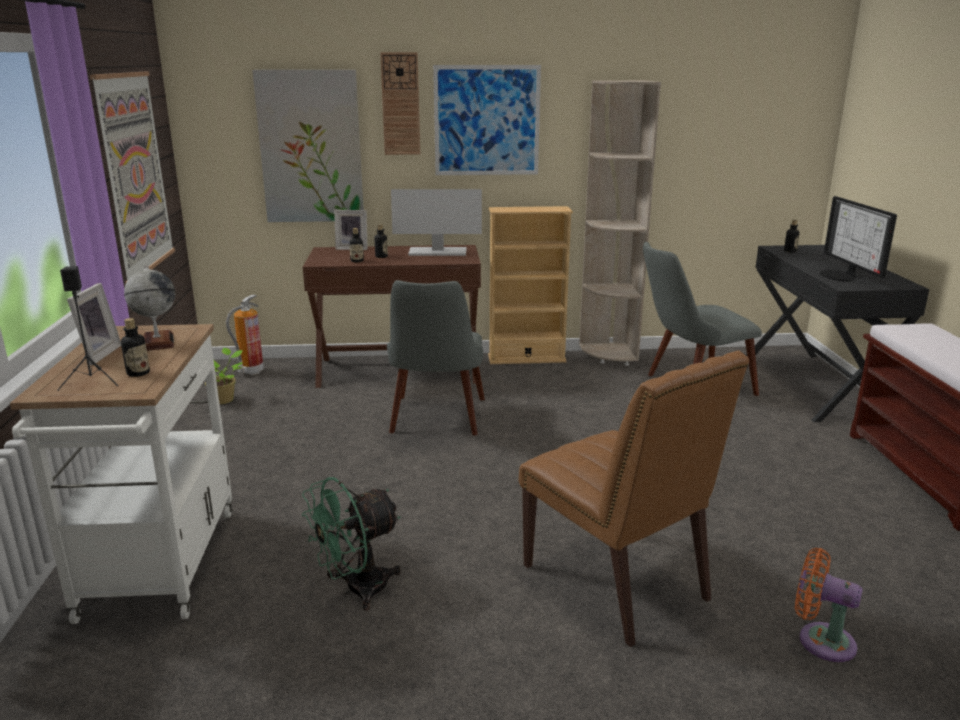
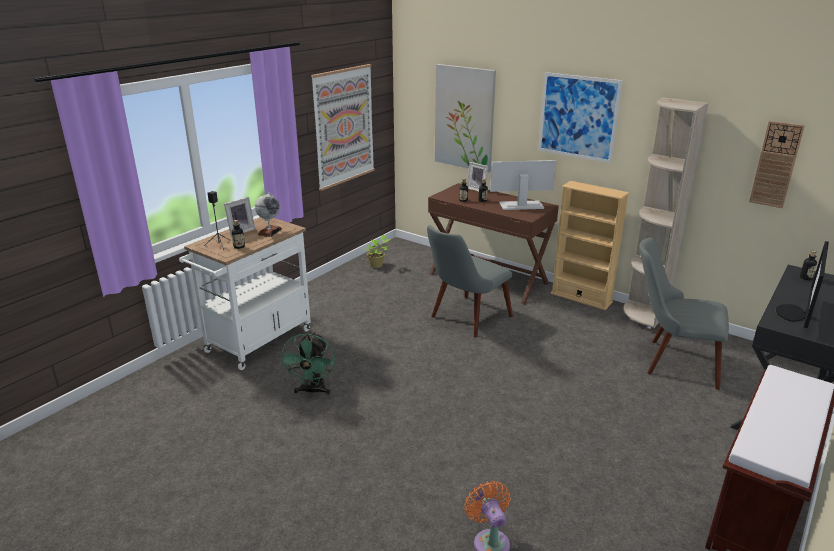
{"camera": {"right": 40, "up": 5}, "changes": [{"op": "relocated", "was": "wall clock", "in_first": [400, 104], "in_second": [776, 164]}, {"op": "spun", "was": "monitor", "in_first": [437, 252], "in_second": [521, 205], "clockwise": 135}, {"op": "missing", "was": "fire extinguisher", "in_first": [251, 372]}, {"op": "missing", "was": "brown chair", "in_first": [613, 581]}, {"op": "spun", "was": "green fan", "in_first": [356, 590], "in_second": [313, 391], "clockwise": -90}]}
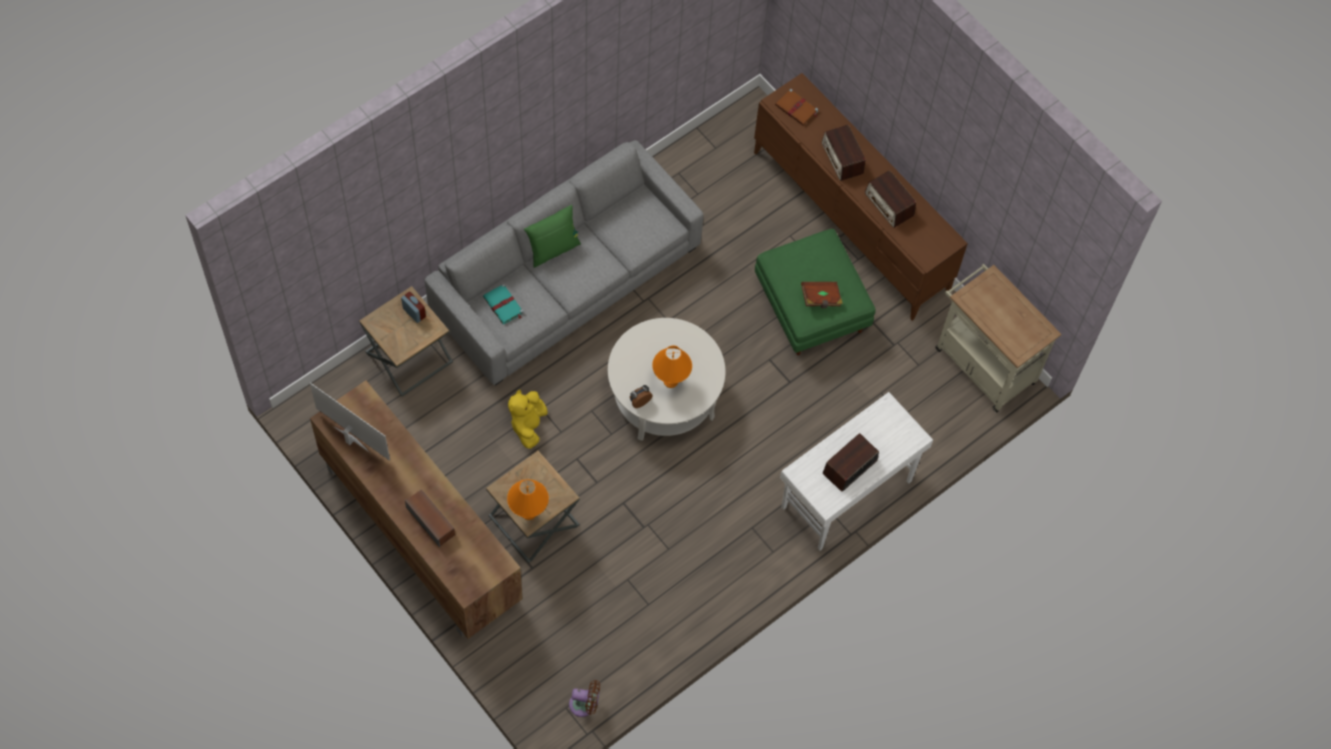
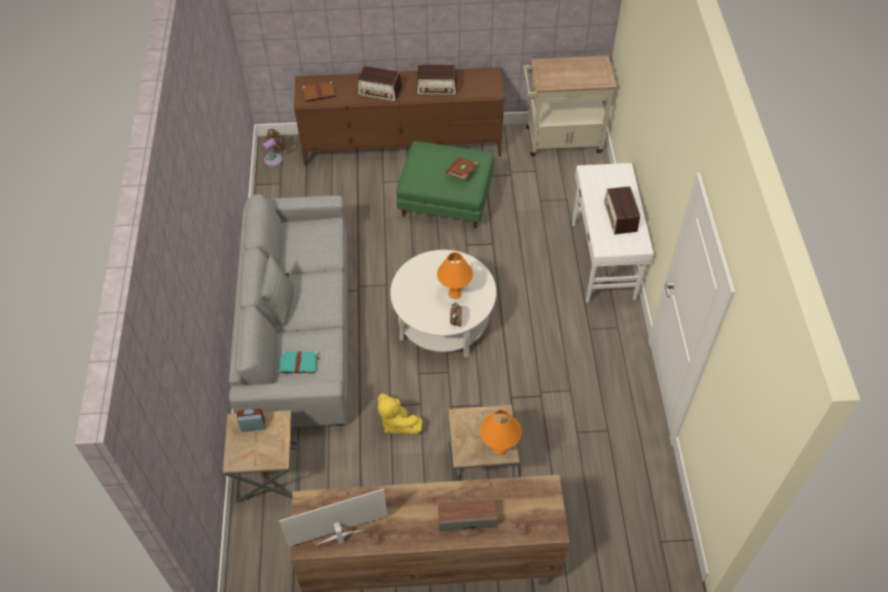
{"camera": {"right": -50, "up": -10}, "changes": [{"op": "colour", "was": "green pillow", "now": "grey pillow", "in_first": [553, 249], "in_second": [281, 305]}, {"op": "relocated", "was": "brown fan", "in_first": [584, 705], "in_second": [275, 158]}]}
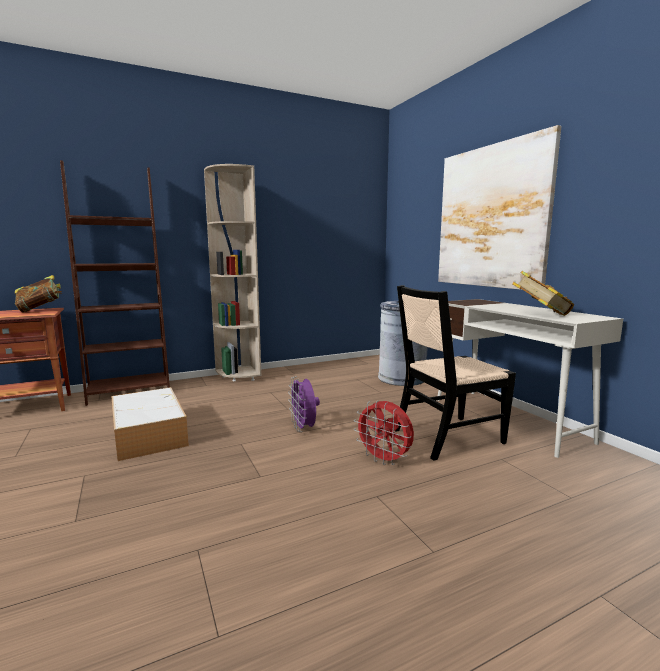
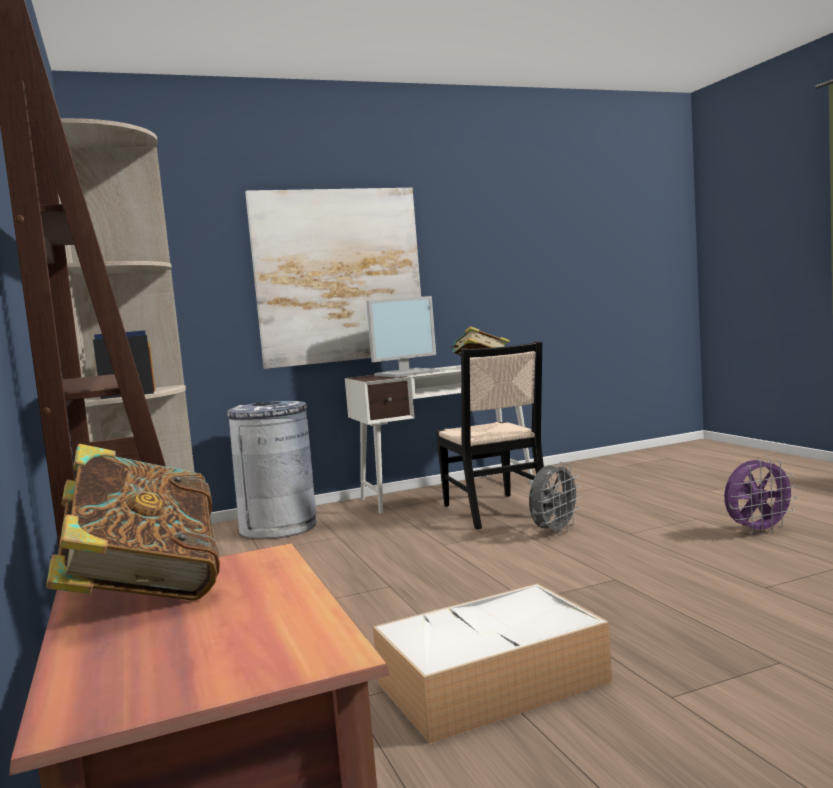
{"camera": {"right": -85, "up": -5}, "changes": [{"op": "relocated", "was": "purple fan", "in_first": [304, 428], "in_second": [758, 531]}, {"op": "colour", "was": "red fan", "now": "grey fan", "in_first": [384, 460], "in_second": [555, 532]}, {"op": "appeared", "now": "monitor", "in_second": [407, 373]}]}
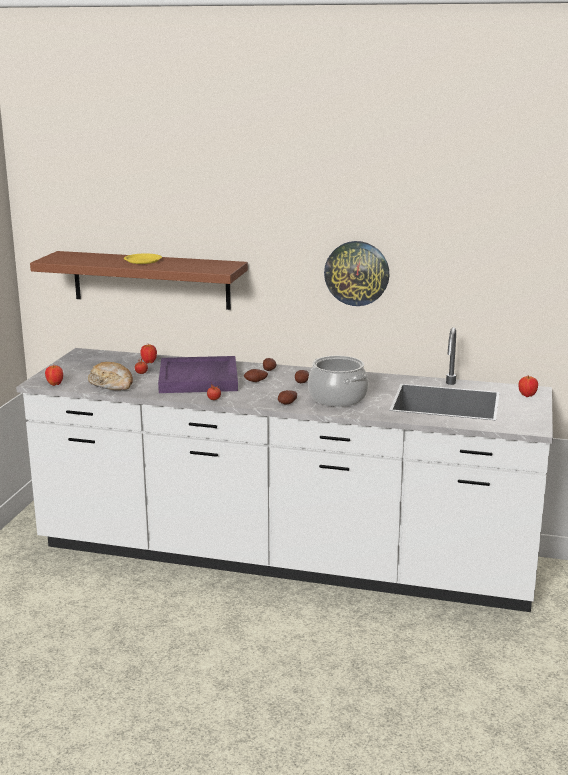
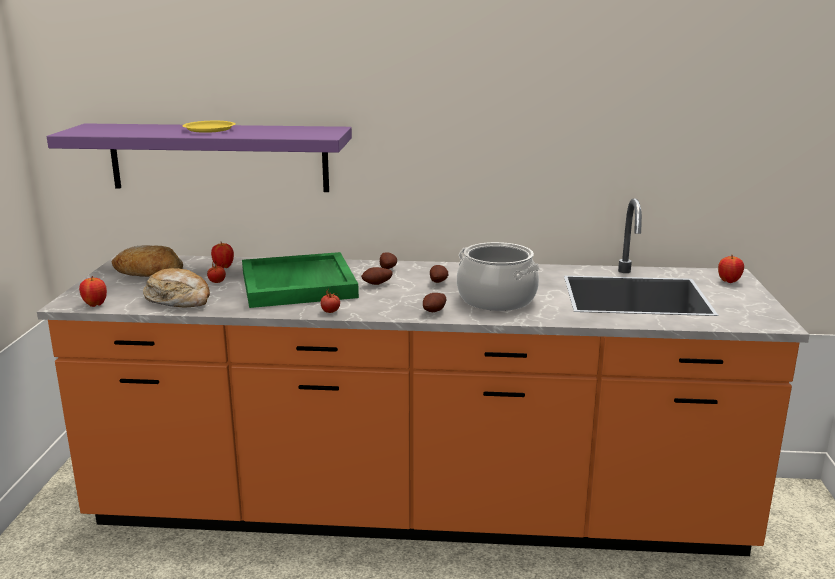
{"camera": {"right": -10, "up": 0}, "changes": [{"op": "missing", "was": "wall clock", "in_first": [357, 273]}, {"op": "colour", "was": "brown shelf", "now": "purple shelf", "in_first": [151, 280], "in_second": [219, 157]}, {"op": "colour", "was": "white counter", "now": "orange counter", "in_first": [284, 559], "in_second": [417, 511]}, {"op": "colour", "was": "purple tray", "now": "green tray", "in_first": [199, 379], "in_second": [299, 285]}, {"op": "appeared", "now": "bread", "in_second": [148, 273]}]}
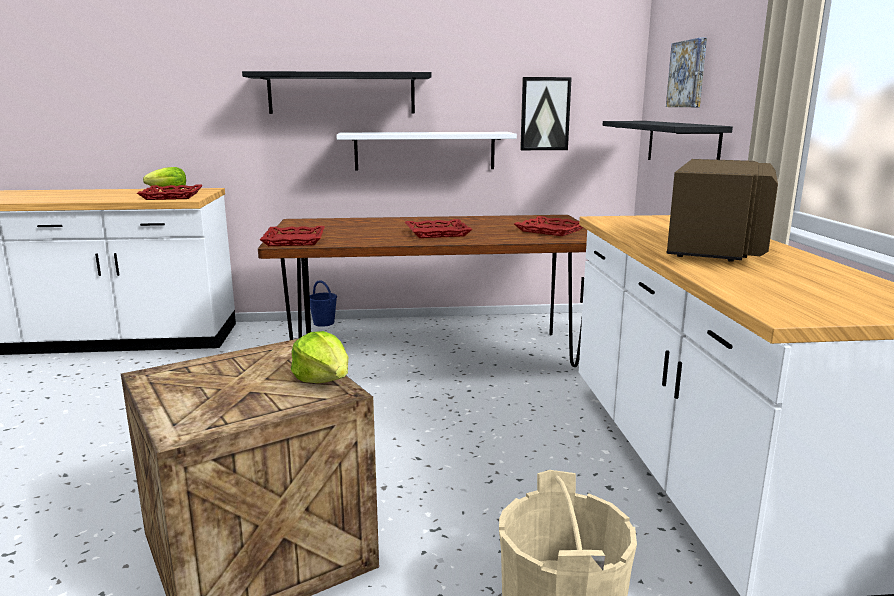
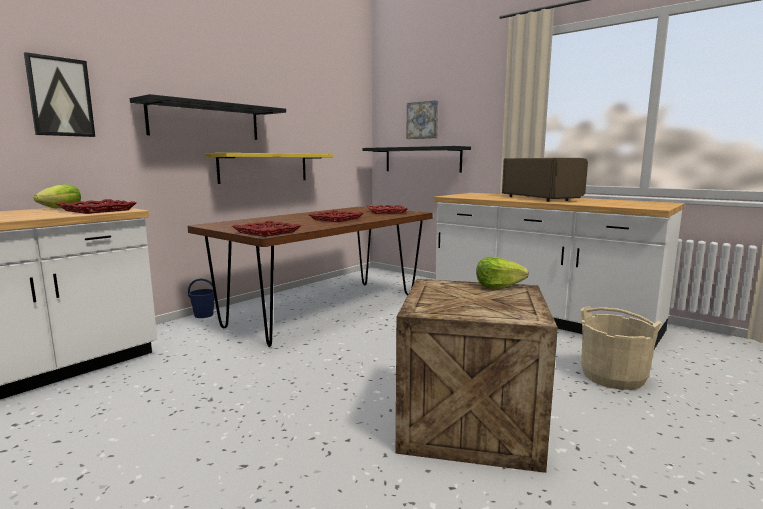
{"camera": {"right": -45, "up": -5}, "changes": [{"op": "relocated", "was": "picture", "in_first": [545, 114], "in_second": [60, 97]}, {"op": "colour", "was": "white shelf", "now": "yellow shelf", "in_first": [425, 151], "in_second": [264, 167]}]}
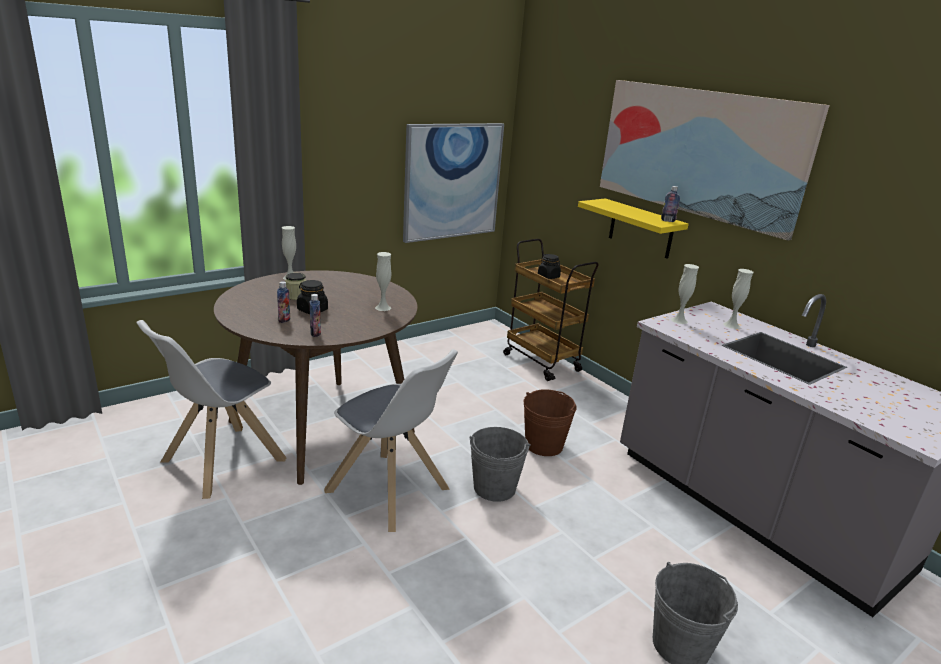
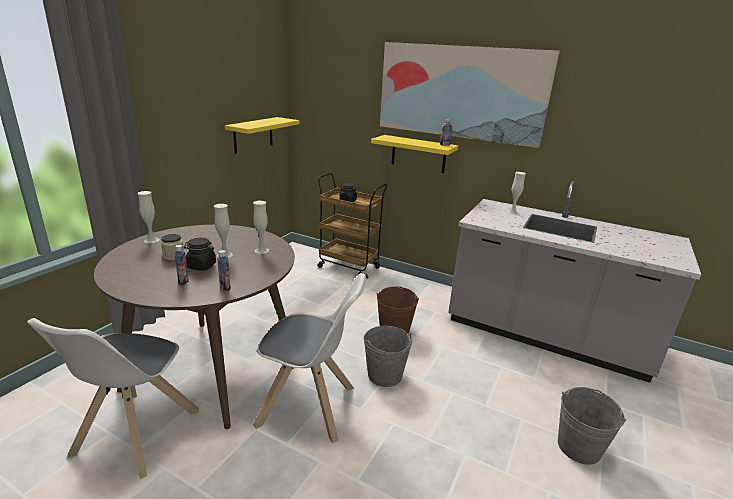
{"camera": {"right": -25, "up": 0}, "changes": [{"op": "exchanged", "was": "picture", "now": "yellow shelf", "in_first": [452, 181], "in_second": [253, 135]}, {"op": "relocated", "was": "white vase", "in_first": [679, 320], "in_second": [224, 255]}]}
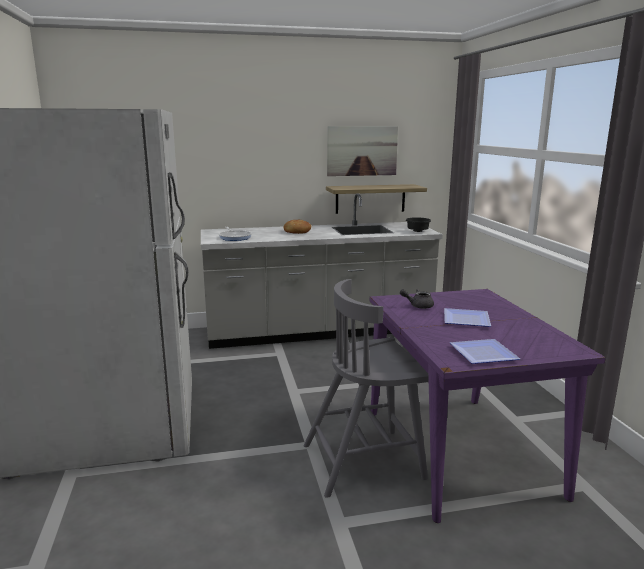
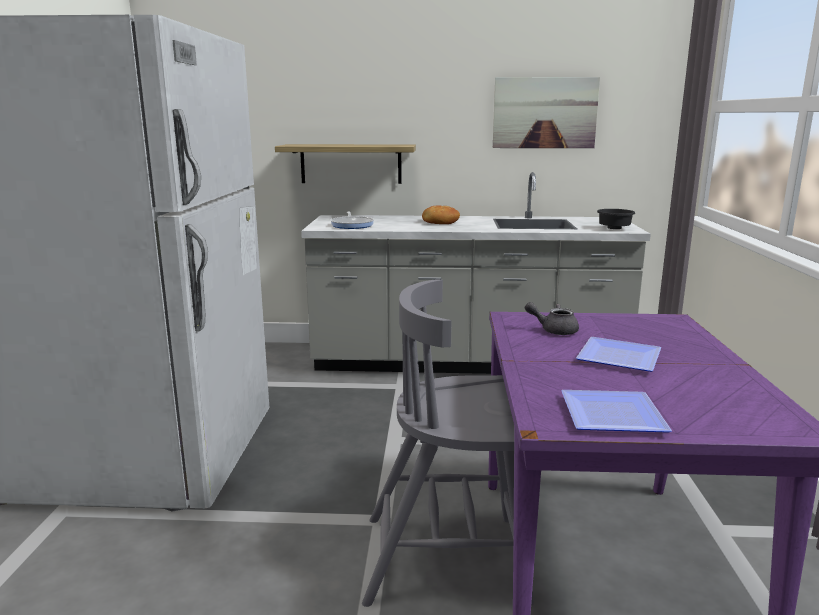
{"camera": {"right": 15, "up": 0}, "changes": [{"op": "relocated", "was": "shelf", "in_first": [370, 198], "in_second": [351, 164]}]}
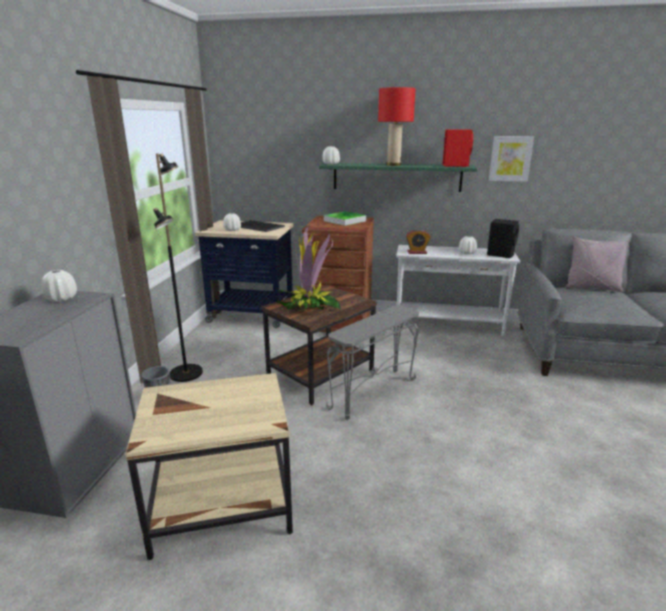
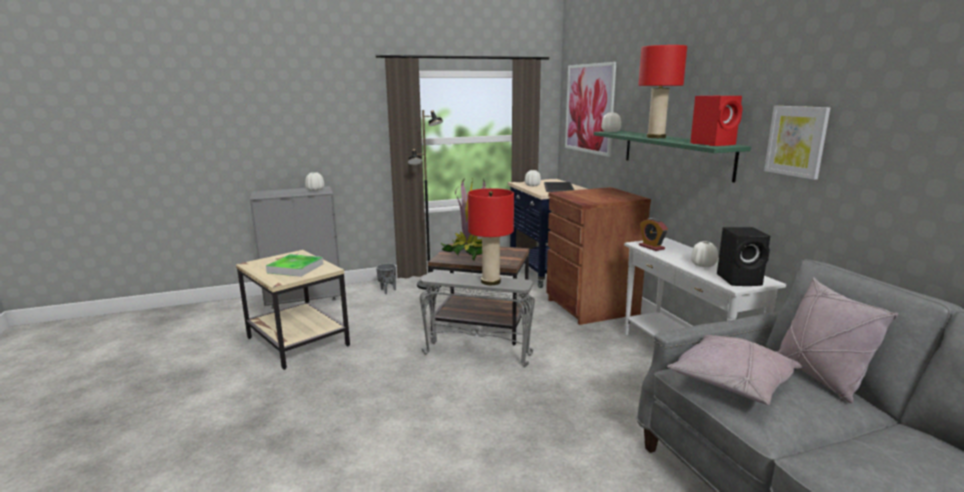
{"camera": {"right": 60, "up": -5}, "changes": [{"op": "relocated", "was": "tray", "in_first": [344, 221], "in_second": [295, 268]}, {"op": "appeared", "now": "picture", "in_second": [589, 108]}, {"op": "appeared", "now": "red table lamp", "in_second": [490, 281]}, {"op": "appeared", "now": "purple pillow", "in_second": [731, 383]}]}
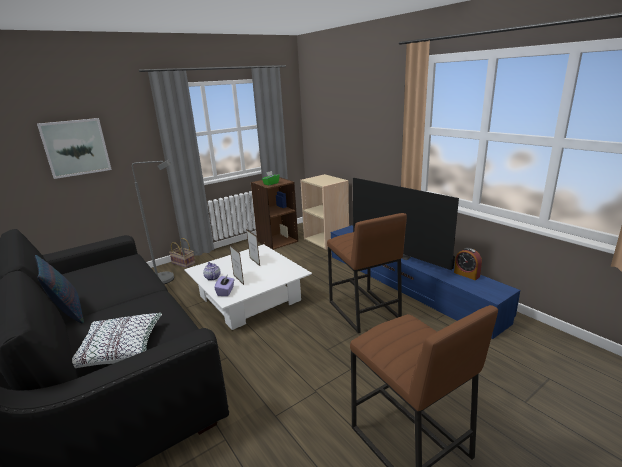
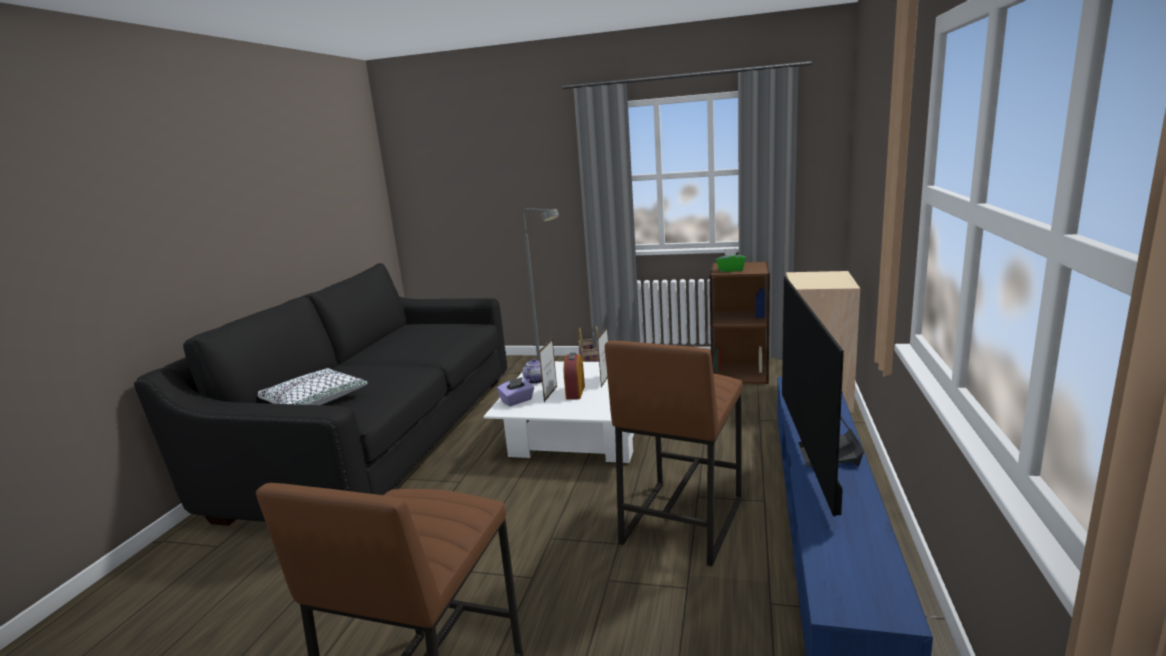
{"camera": {"right": 50, "up": -5}, "changes": [{"op": "missing", "was": "picture", "in_first": [76, 147]}, {"op": "relocated", "was": "alarm clock", "in_first": [466, 274], "in_second": [575, 392]}, {"op": "missing", "was": "blue pillow", "in_first": [68, 313]}]}
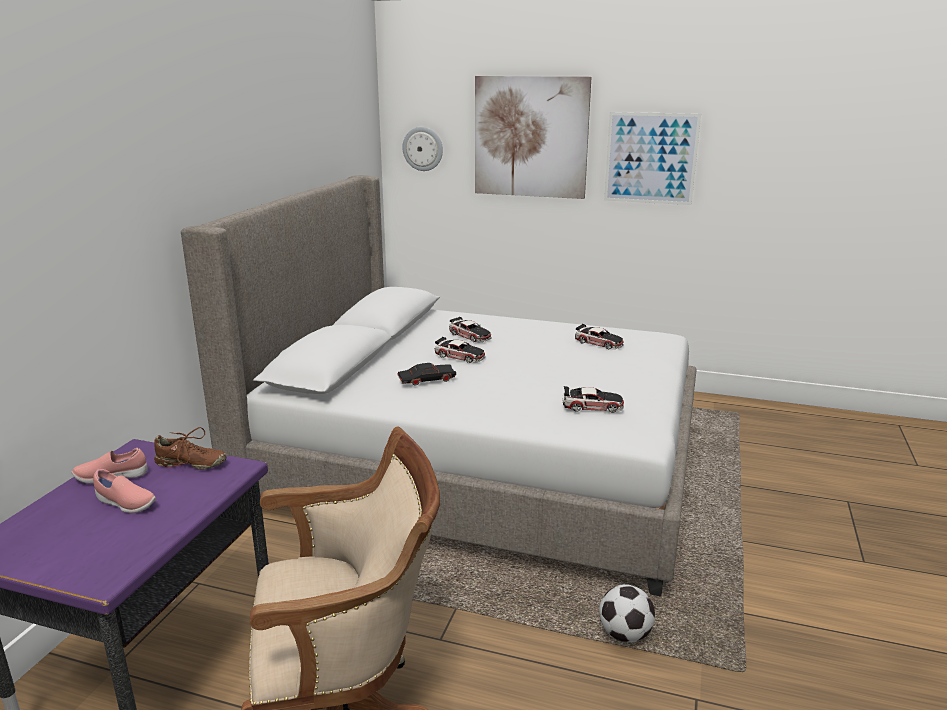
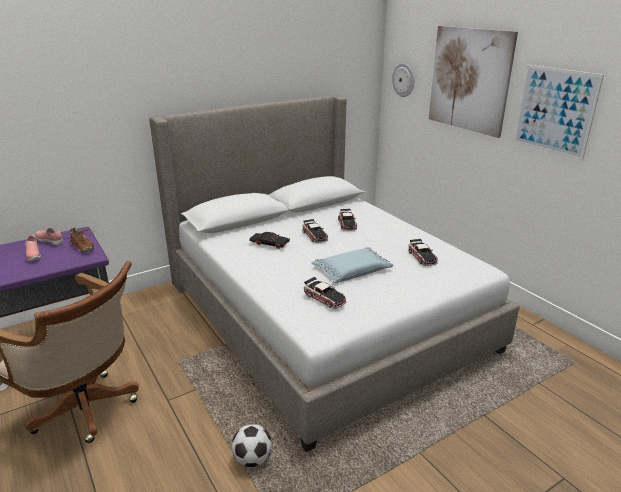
{"camera": {"right": 40, "up": 5}, "changes": [{"op": "appeared", "now": "blue pillow", "in_second": [352, 269]}]}
